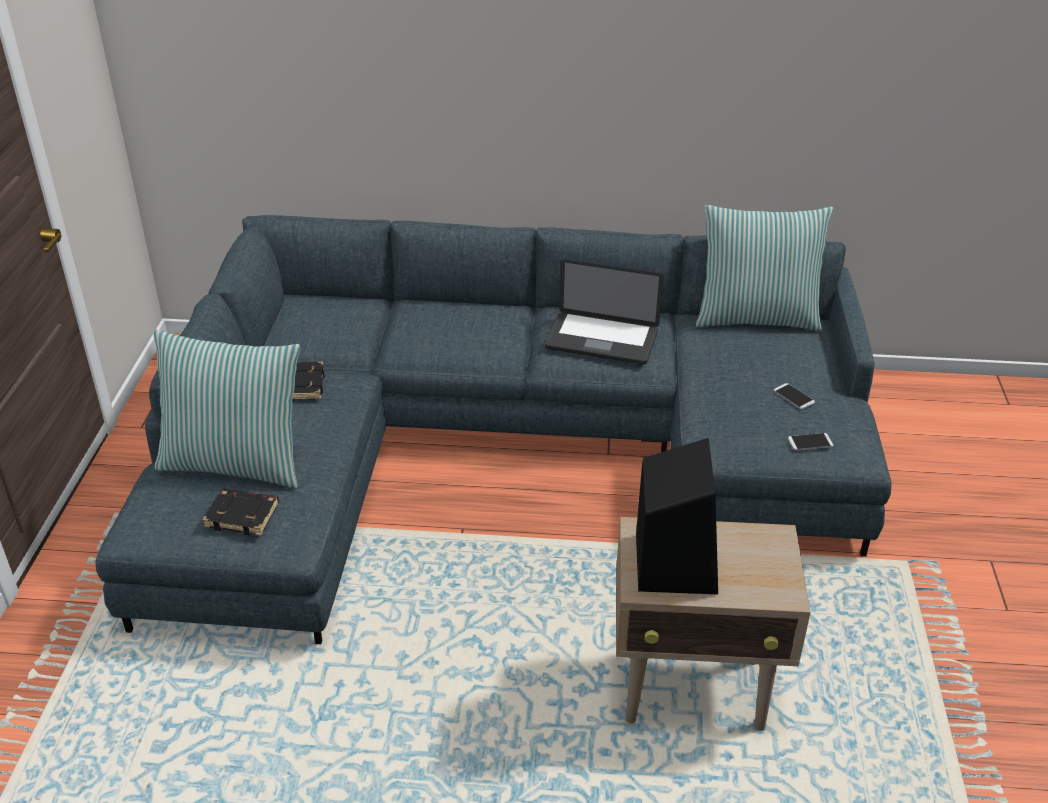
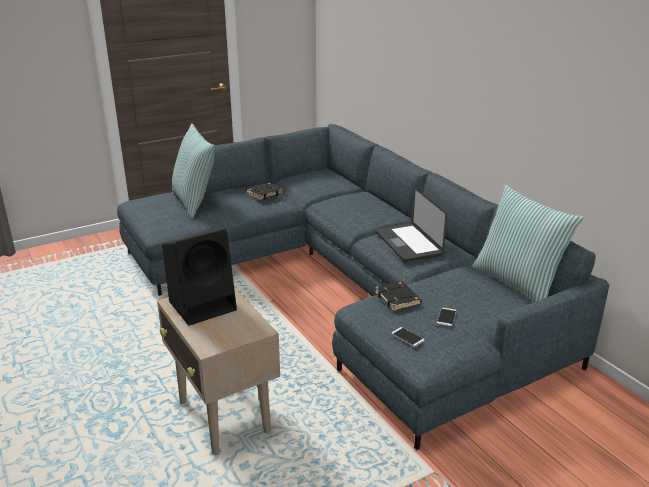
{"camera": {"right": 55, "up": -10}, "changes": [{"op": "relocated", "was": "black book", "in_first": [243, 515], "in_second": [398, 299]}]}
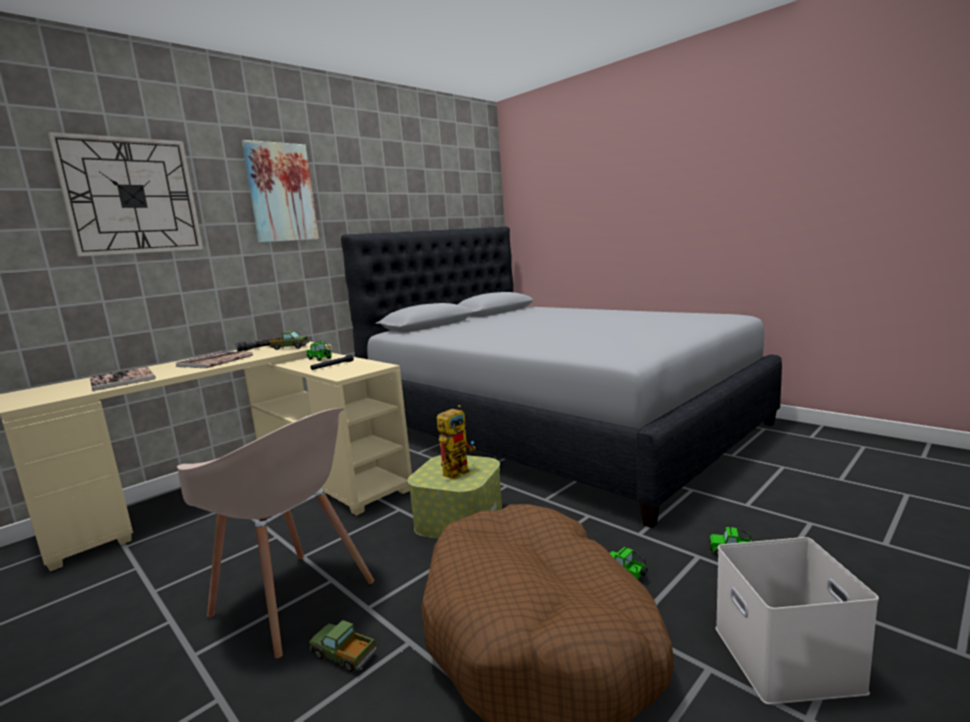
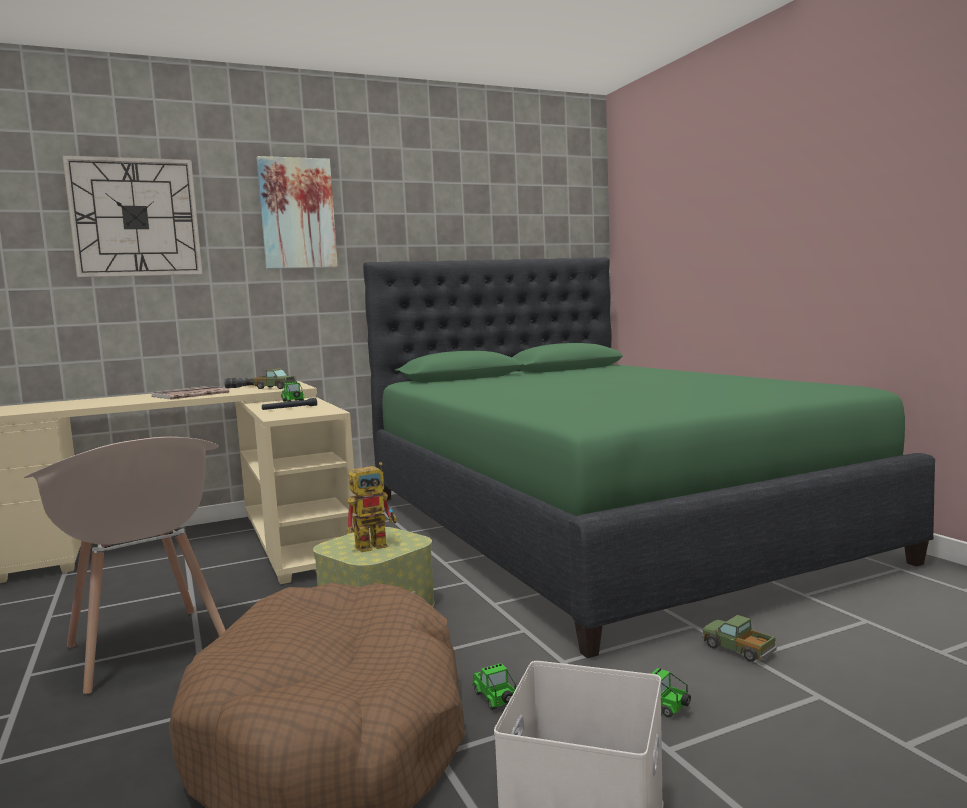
{"camera": {"right": 20, "up": -5}, "changes": [{"op": "colour", "was": "grey bed", "now": "green bed", "in_first": [555, 425], "in_second": [599, 525]}, {"op": "missing", "was": "book", "in_first": [122, 380]}, {"op": "relocated", "was": "toy truck", "in_first": [344, 655], "in_second": [738, 650]}]}
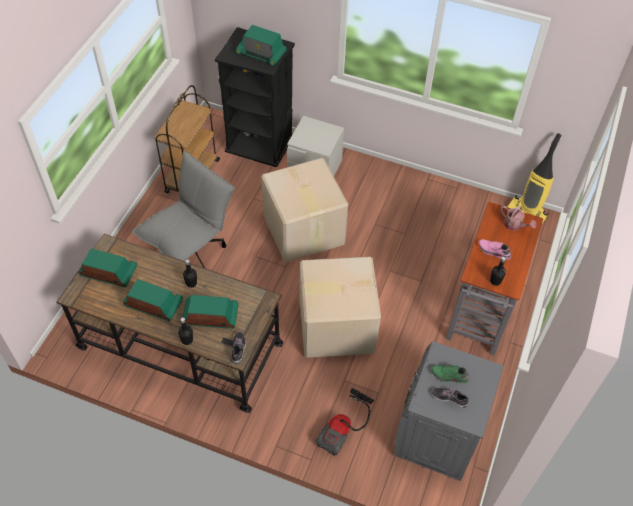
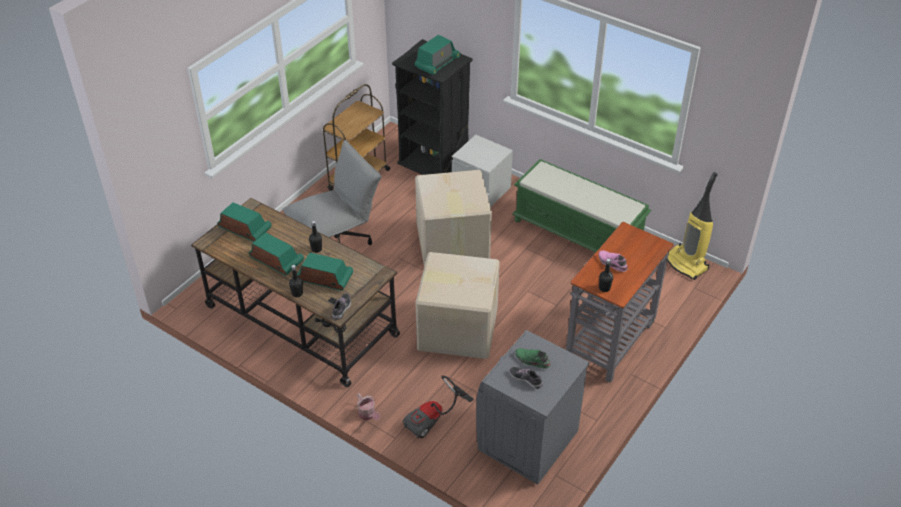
{"camera": {"right": 15, "up": -10}, "changes": [{"op": "spun", "was": "radio", "in_first": [261, 53], "in_second": [437, 63], "clockwise": -90}, {"op": "relocated", "was": "watering can", "in_first": [514, 225], "in_second": [368, 415]}, {"op": "appeared", "now": "green bench", "in_second": [578, 233]}]}
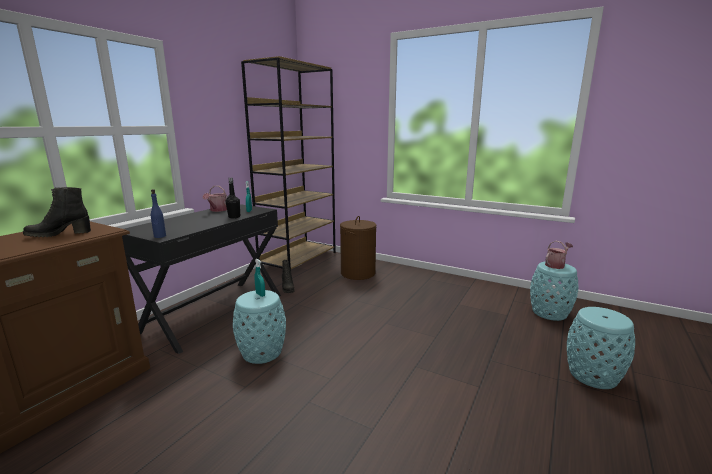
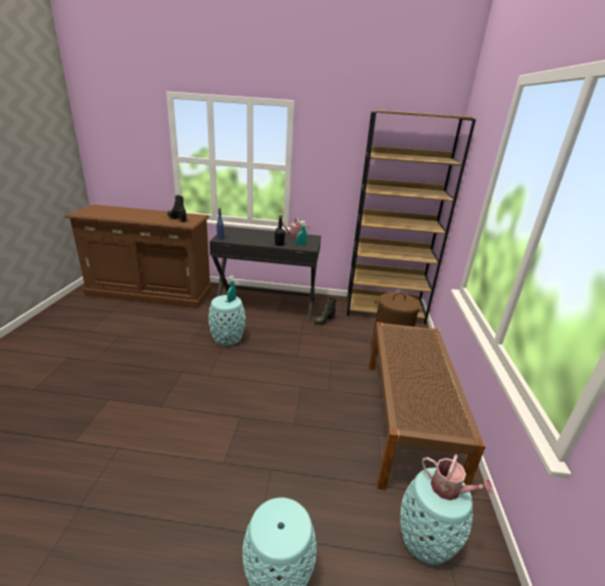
{"camera": {"right": 65, "up": 10}, "changes": [{"op": "appeared", "now": "brown bench", "in_second": [407, 420]}]}
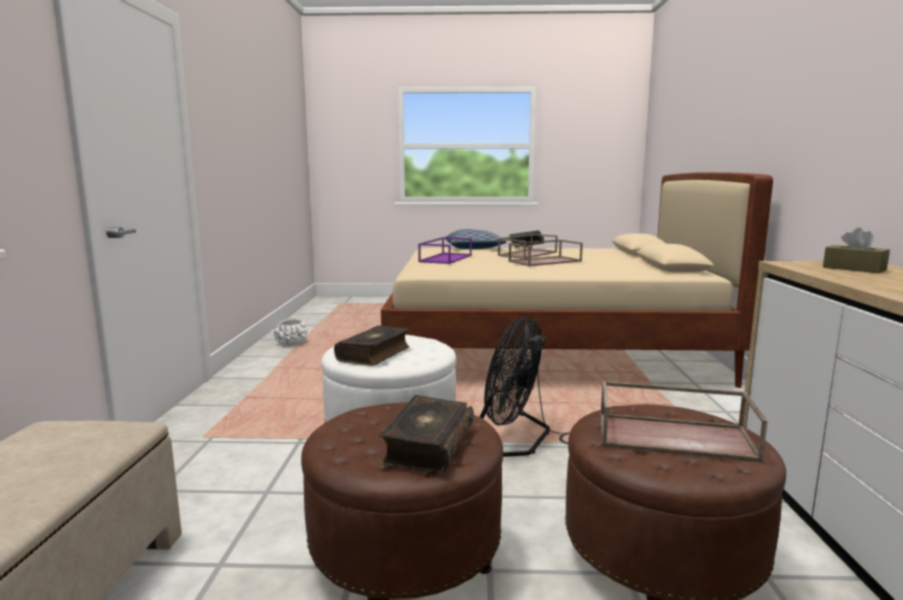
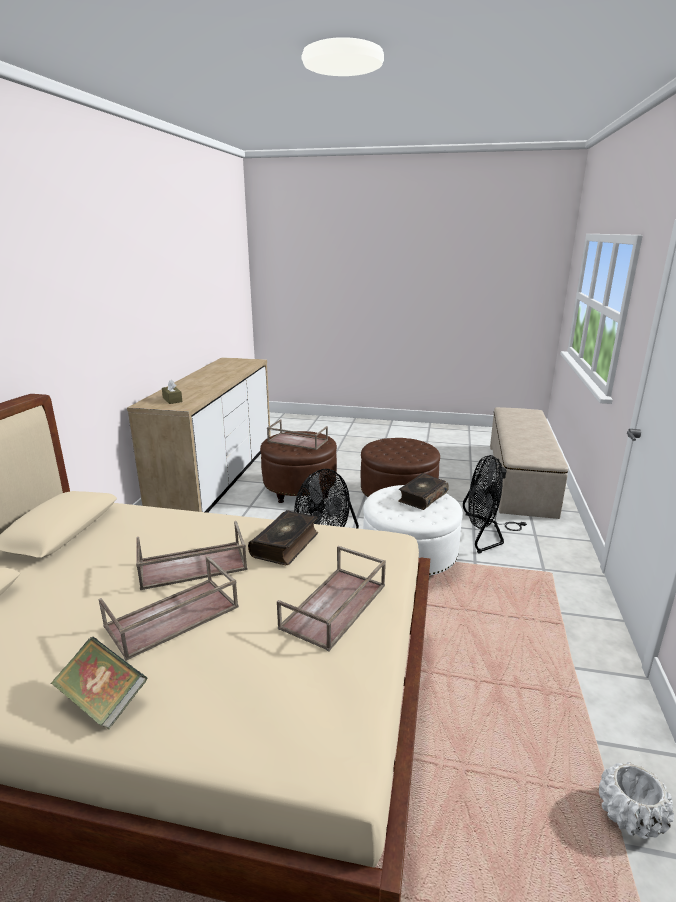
{"camera": {"right": -170, "up": 10}, "changes": [{"op": "missing", "was": "pillow", "in_first": [474, 248]}, {"op": "colour", "was": "purple tray", "now": "brown tray", "in_first": [445, 258], "in_second": [334, 607]}, {"op": "relocated", "was": "book", "in_first": [427, 446], "in_second": [286, 545]}, {"op": "appeared", "now": "black fan", "in_second": [487, 531]}]}
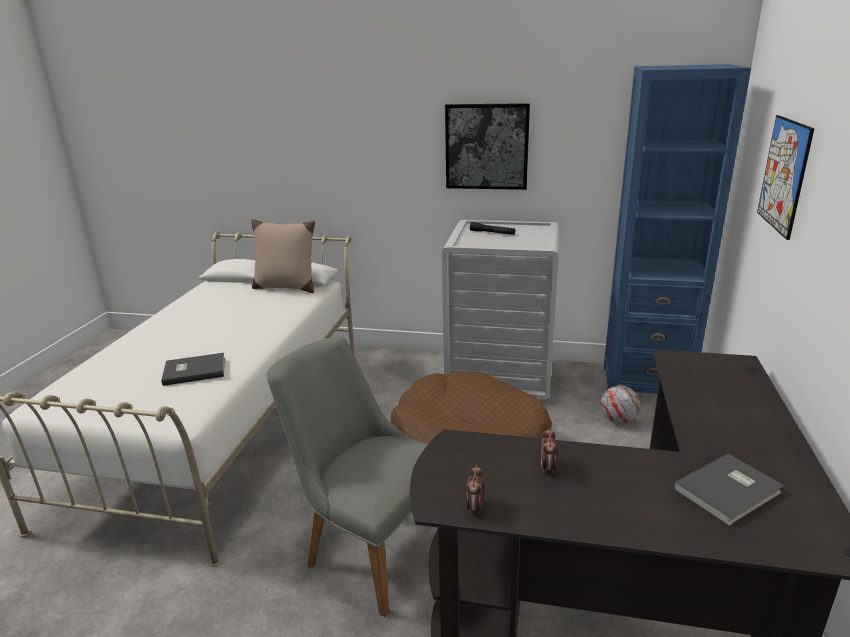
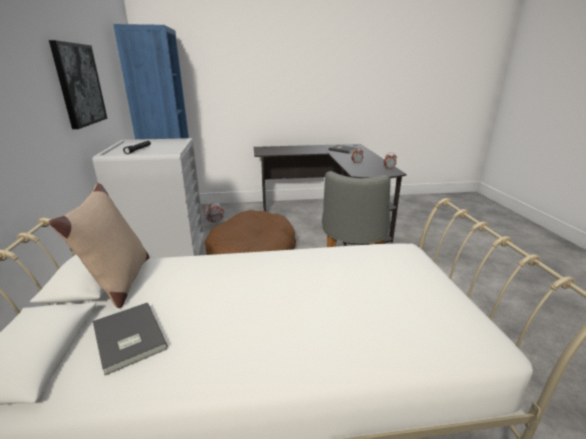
{"camera": {"right": -110, "up": 0}, "changes": [{"op": "missing", "was": "picture", "in_first": [784, 175]}, {"op": "relocated", "was": "grey book", "in_first": [194, 370], "in_second": [127, 339]}]}
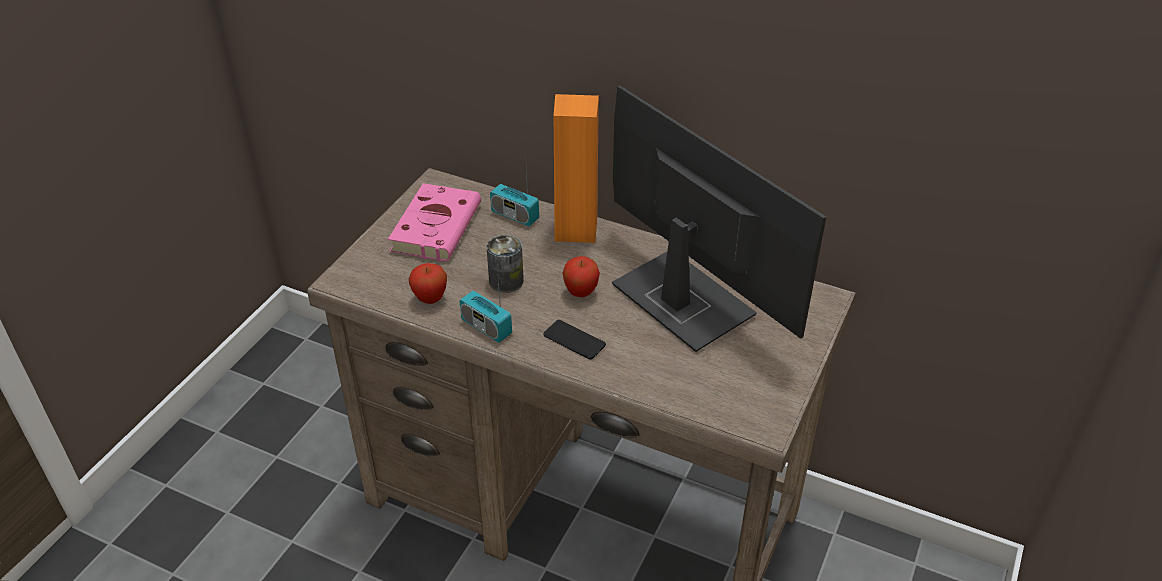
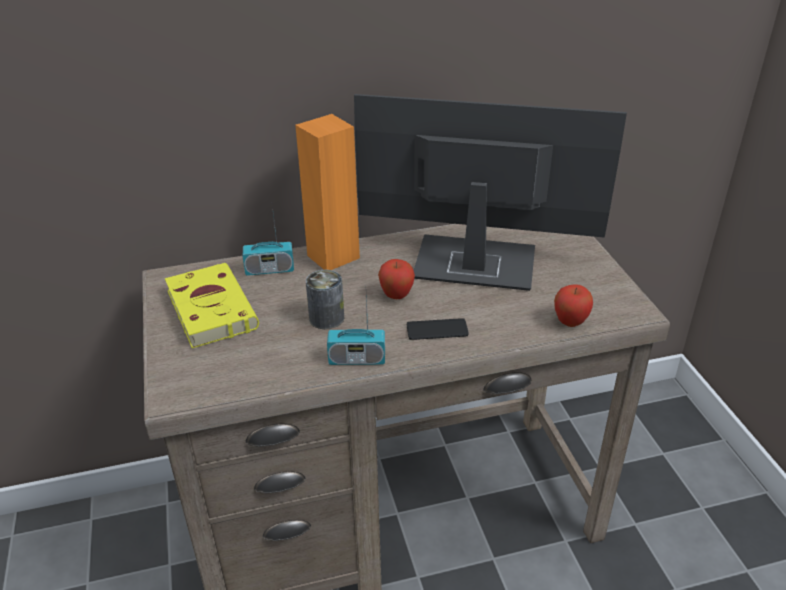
{"camera": {"right": -40, "up": -5}, "changes": [{"op": "colour", "was": "pink book", "now": "yellow book", "in_first": [437, 226], "in_second": [210, 308]}, {"op": "relocated", "was": "apple", "in_first": [430, 299], "in_second": [570, 322]}]}
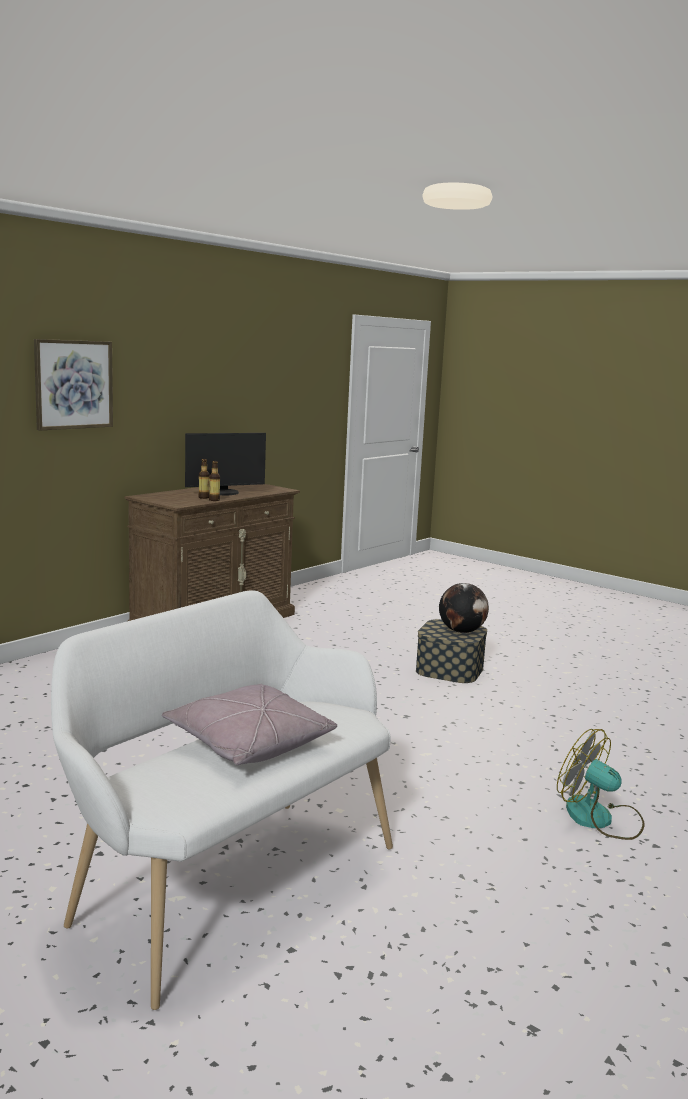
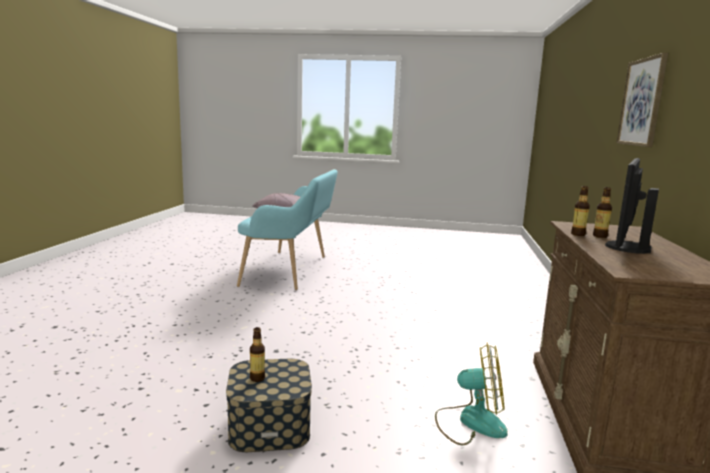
{"camera": {"right": 150, "up": 0}, "changes": [{"op": "exchanged", "was": "globe", "now": "bottle", "in_first": [461, 631], "in_second": [257, 378]}, {"op": "colour", "was": "white bench", "now": "turquoise bench", "in_first": [227, 881], "in_second": [291, 270]}, {"op": "relocated", "was": "fan", "in_first": [599, 819], "in_second": [470, 422]}]}
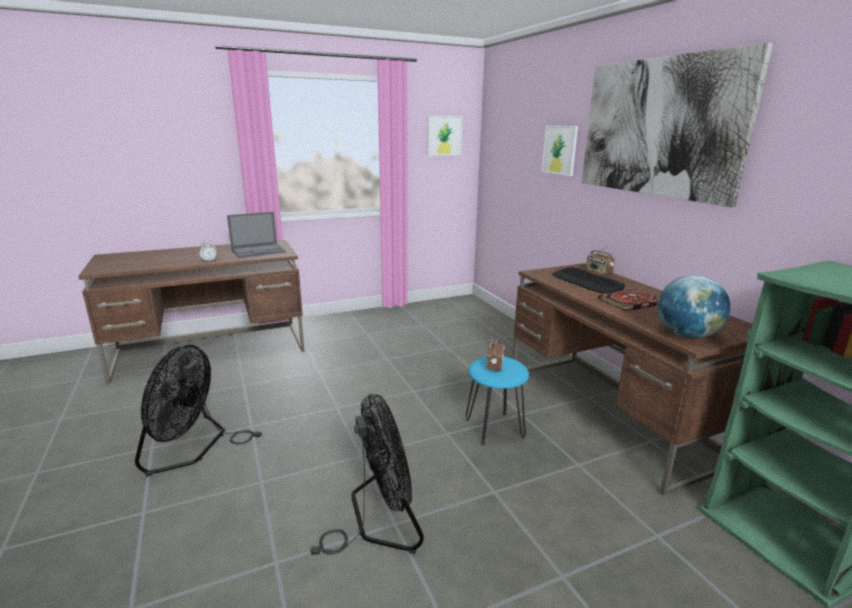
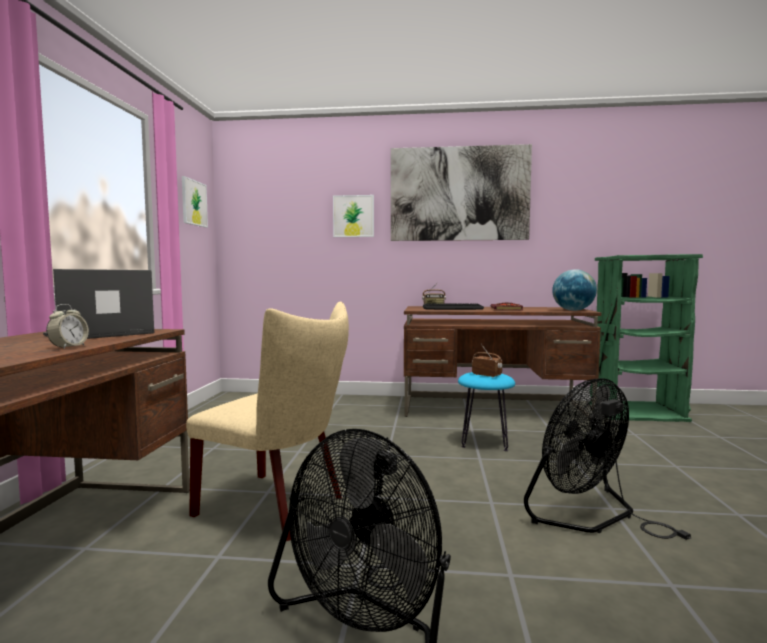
{"camera": {"right": -60, "up": -15}, "changes": [{"op": "spun", "was": "laptop", "in_first": [259, 251], "in_second": [98, 334], "clockwise": -135}, {"op": "spun", "was": "black fan", "in_first": [375, 516], "in_second": [598, 515], "clockwise": -45}, {"op": "appeared", "now": "beige chair", "in_second": [279, 506]}]}
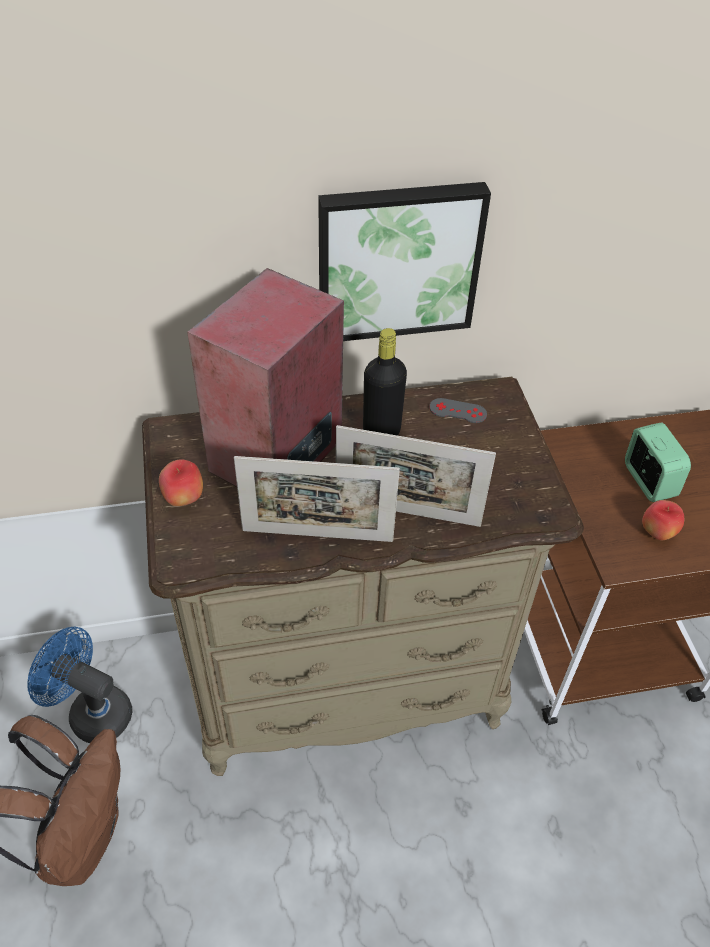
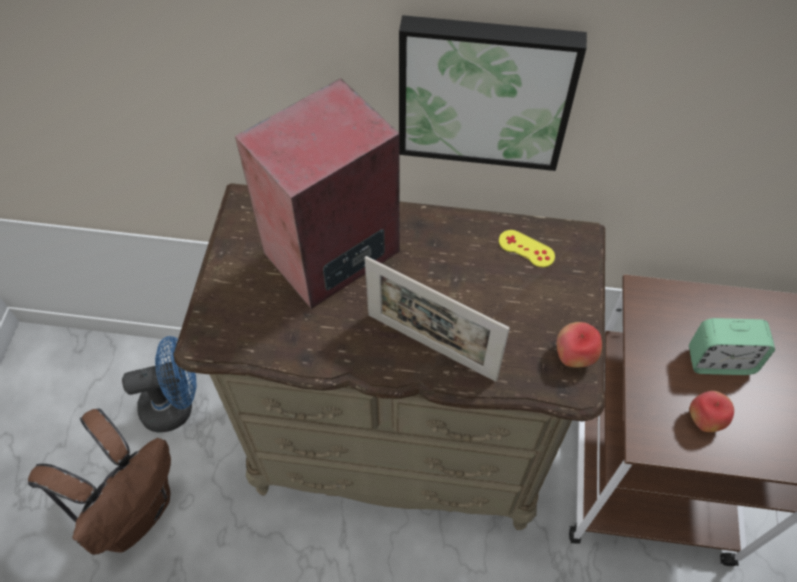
{"camera": {"right": 20, "up": 10}, "changes": [{"op": "missing", "was": "black bottle", "in_first": [381, 431]}, {"op": "colour", "was": "grey game controller", "now": "yellow game controller", "in_first": [458, 411], "in_second": [526, 249]}, {"op": "spun", "was": "alarm clock", "in_first": [648, 481], "in_second": [720, 361], "clockwise": 90}, {"op": "missing", "was": "picture frame", "in_first": [317, 535]}, {"op": "relocated", "was": "apple", "in_first": [183, 498], "in_second": [574, 356]}, {"op": "spun", "was": "blue fan", "in_first": [92, 712], "in_second": [176, 405], "clockwise": 120}]}
